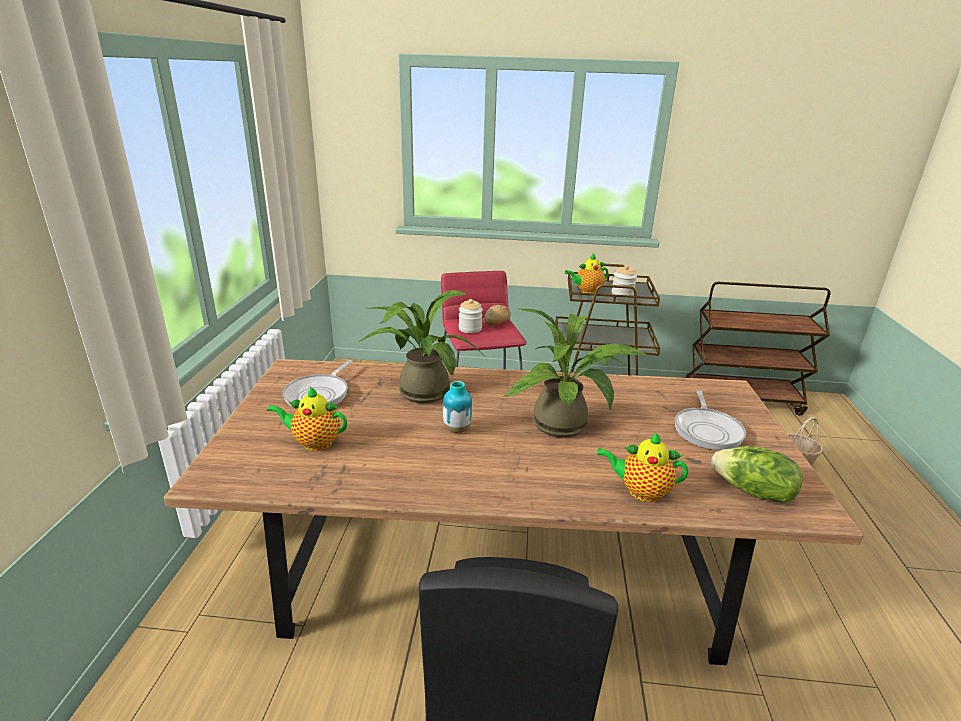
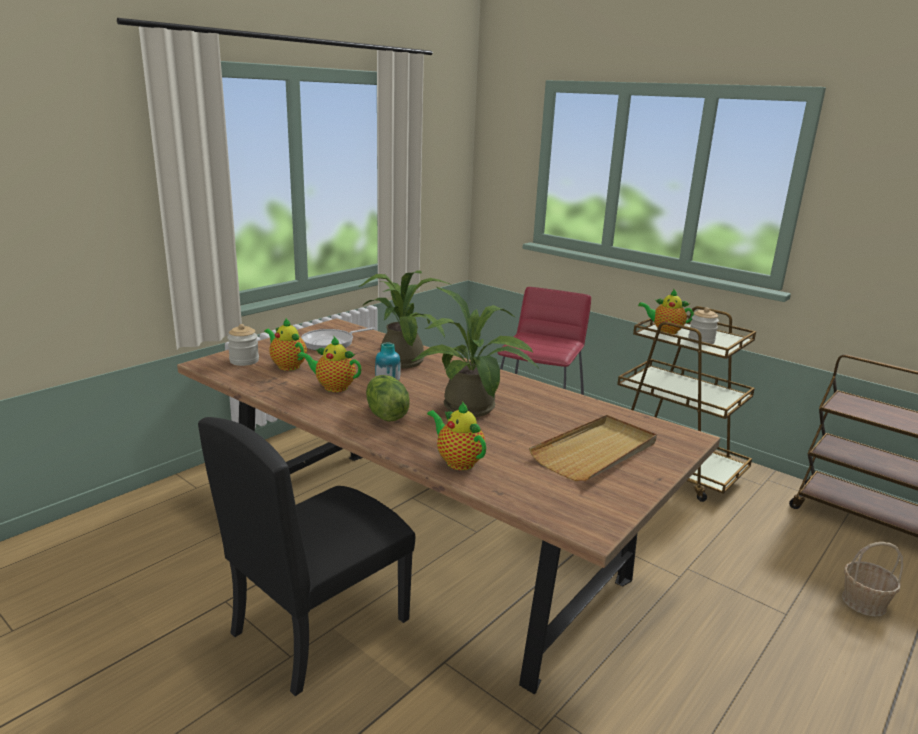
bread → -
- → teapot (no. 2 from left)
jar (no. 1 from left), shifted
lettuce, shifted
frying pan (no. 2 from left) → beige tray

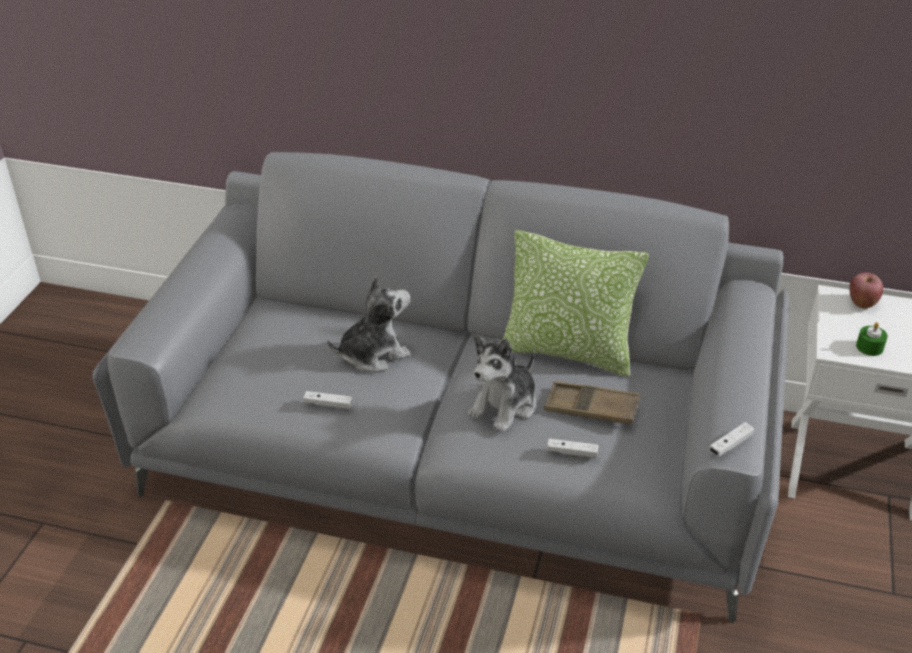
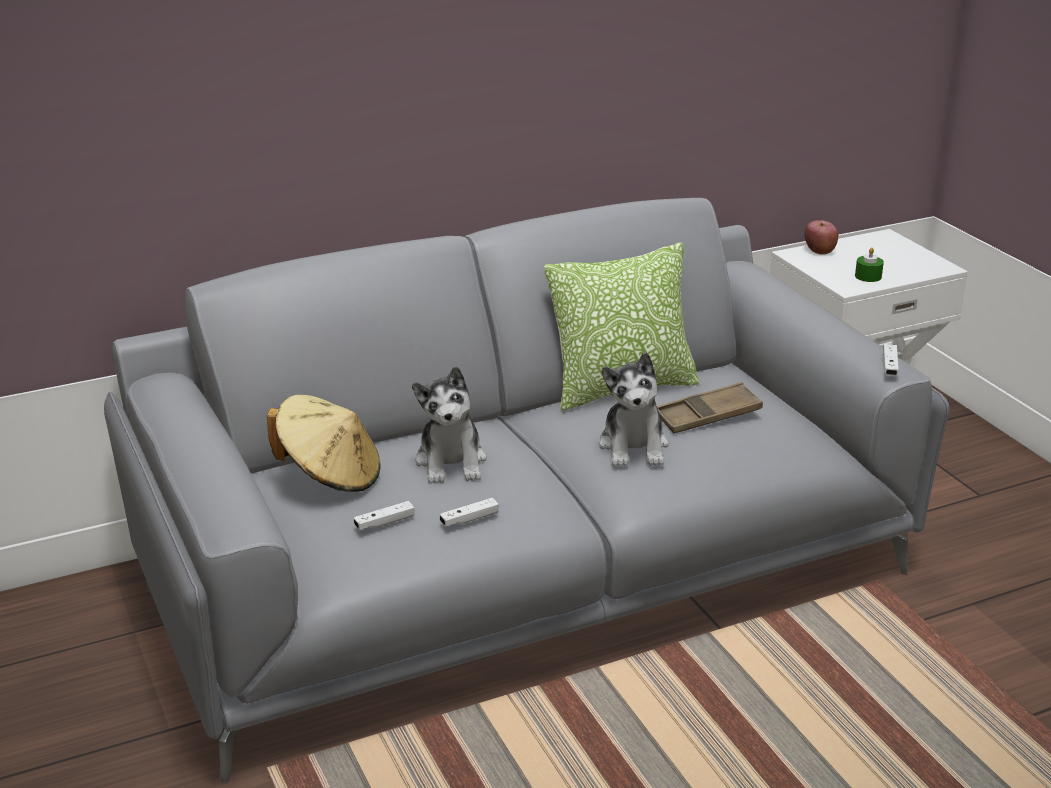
- → beige hat
white game controller (no. 2 from left in the first image) → white game controller (no. 1 from left), shifted
plush toy (no. 1 from left), 150 degrees clockwise

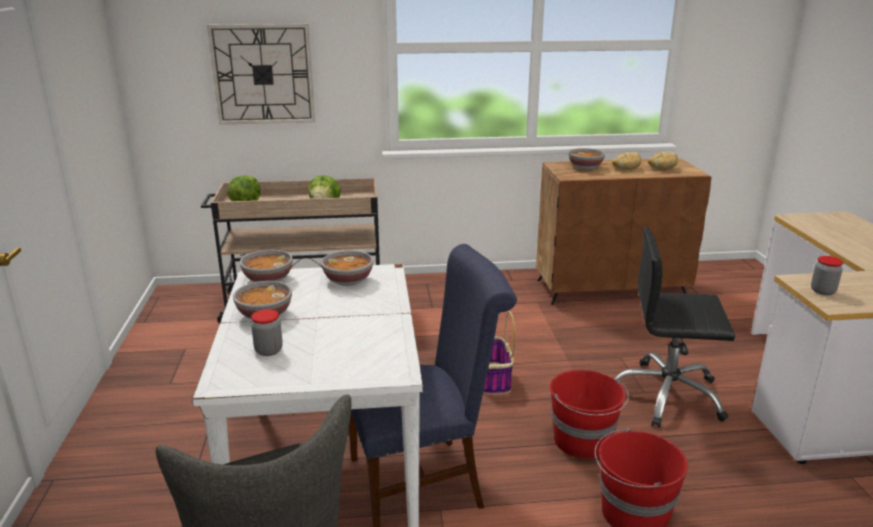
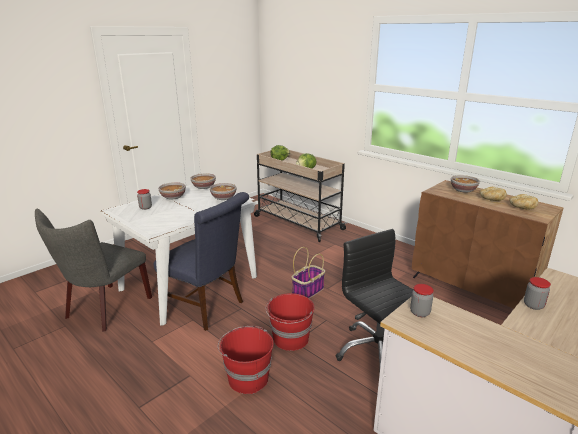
wall clock → -
- → jar (no. 3 from left)

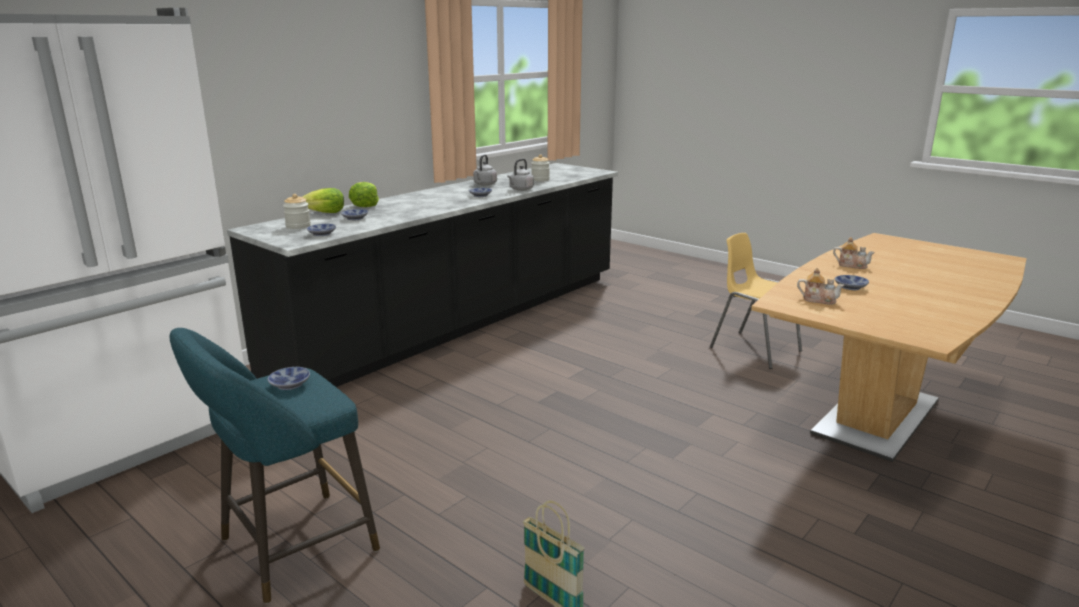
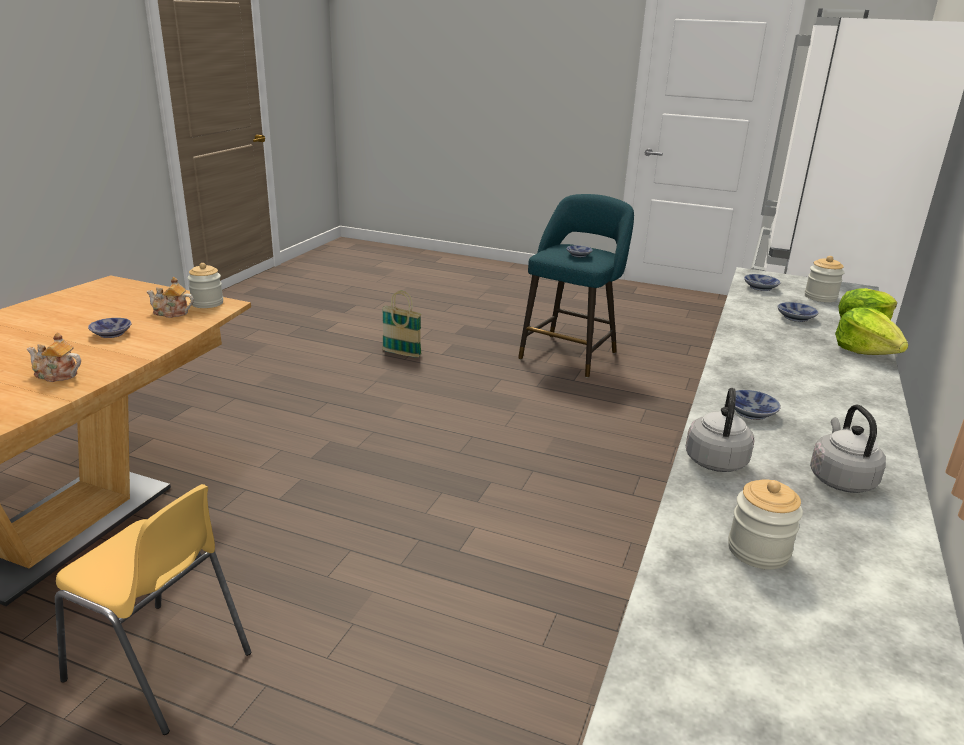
- → jar (no. 1 from left)

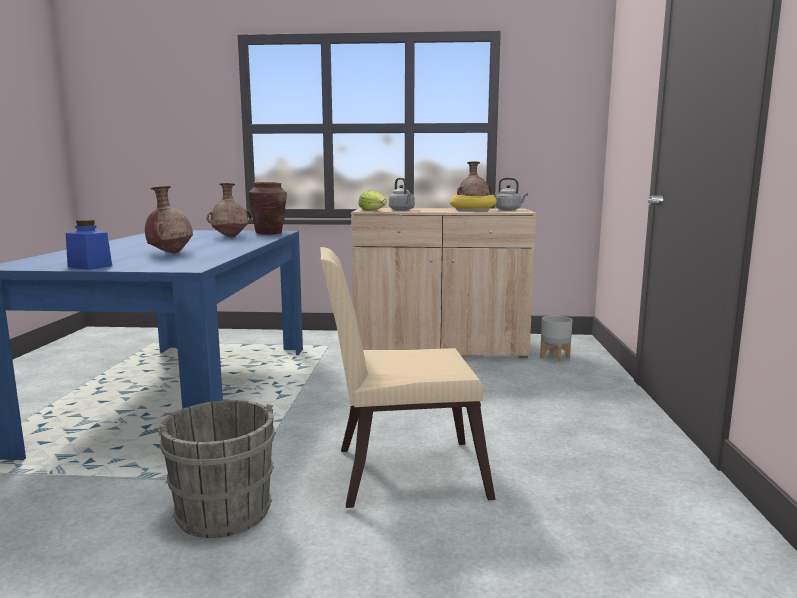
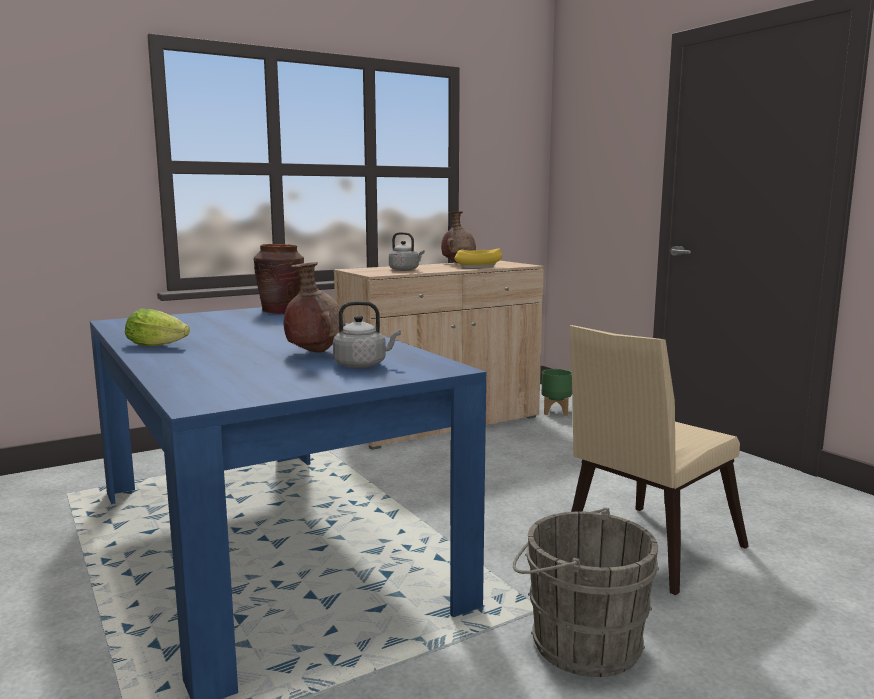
blue jar → -
brown vase (no. 2 from left) → -
lettuce, shifted
grey kettle (no. 2 from left in the first image) → grey kettle (no. 1 from left), shifted
grey planter → green planter

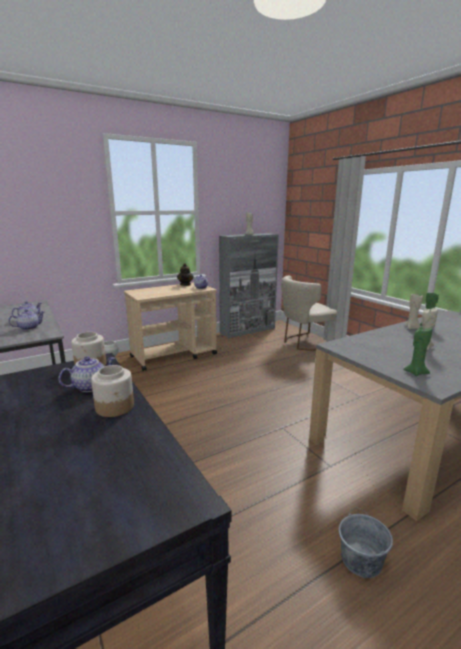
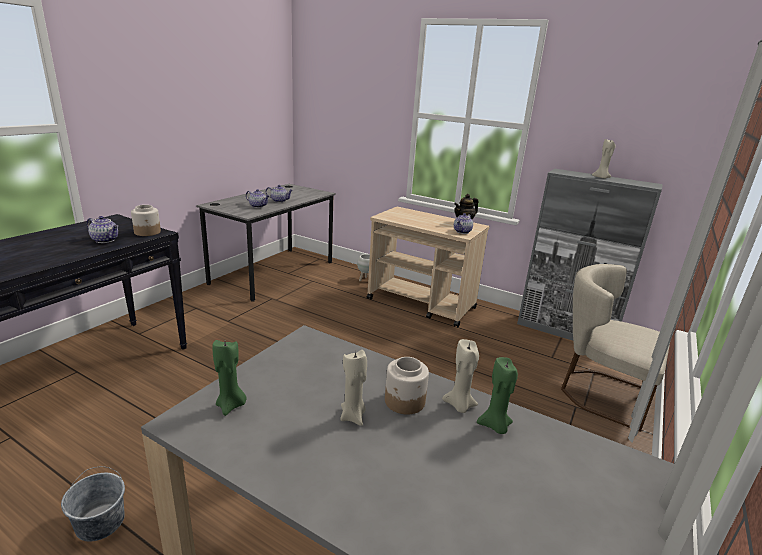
jar (no. 2 from left), shifted

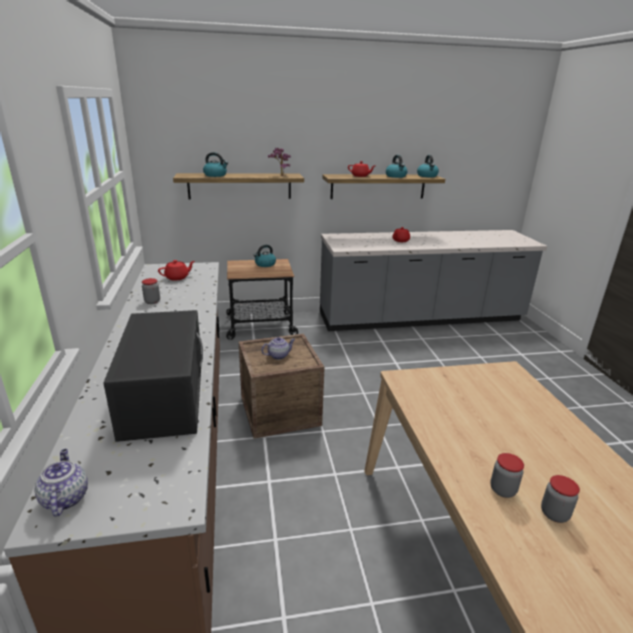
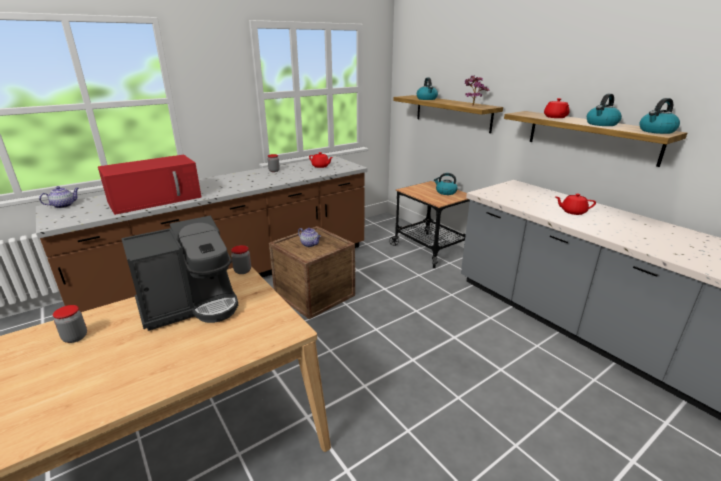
- → coffee machine
jar (no. 3 from left in the first image) → jar (no. 2 from left), shifted
black microwave → red microwave

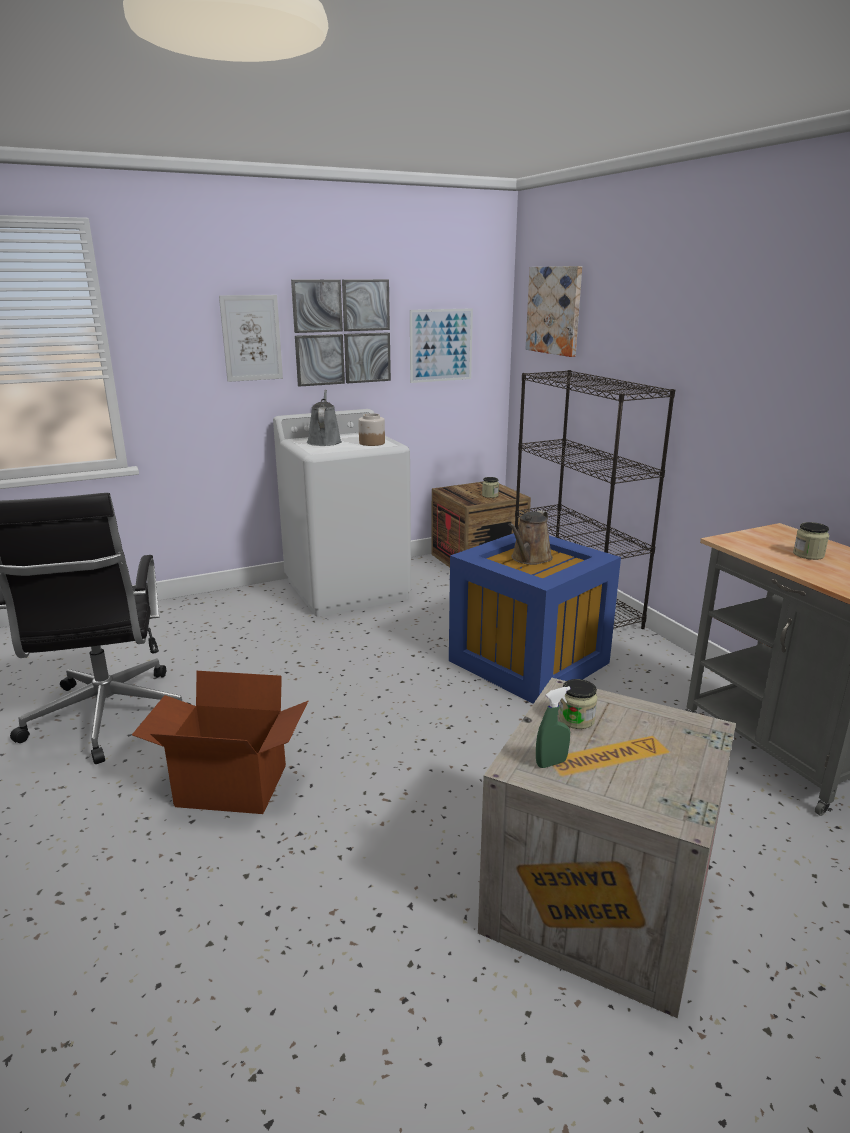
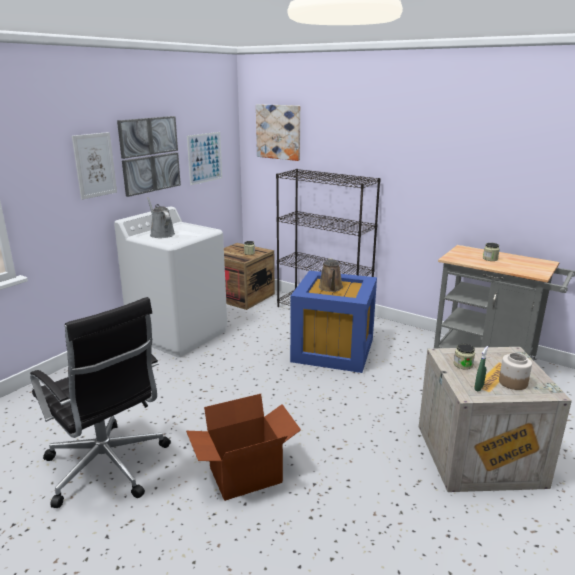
jar (no. 1 from left in the first image) → jar (no. 4 from left), shifted

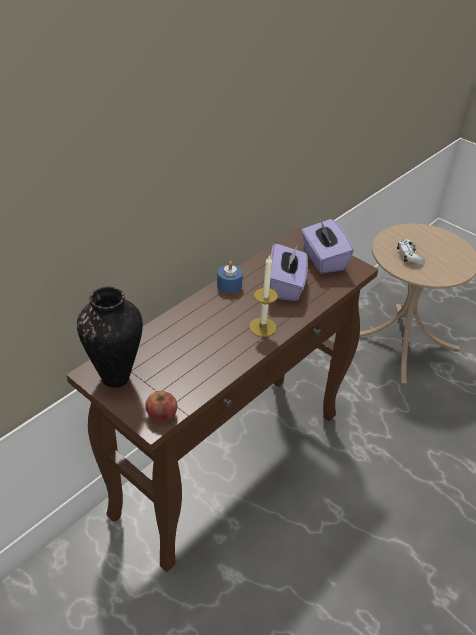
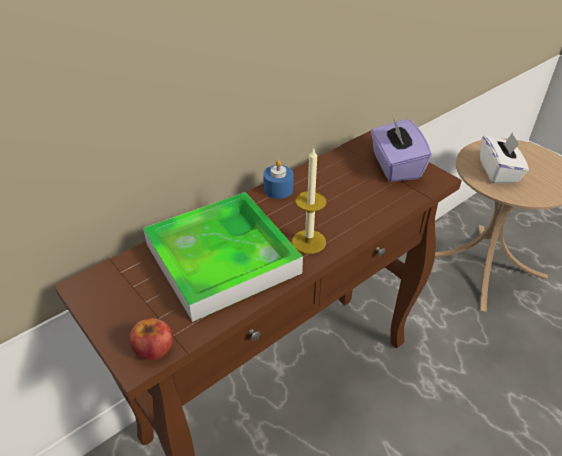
vase → -
purple tissue box (no. 1 from left) → -
- → tray
white game controller → white tissue box

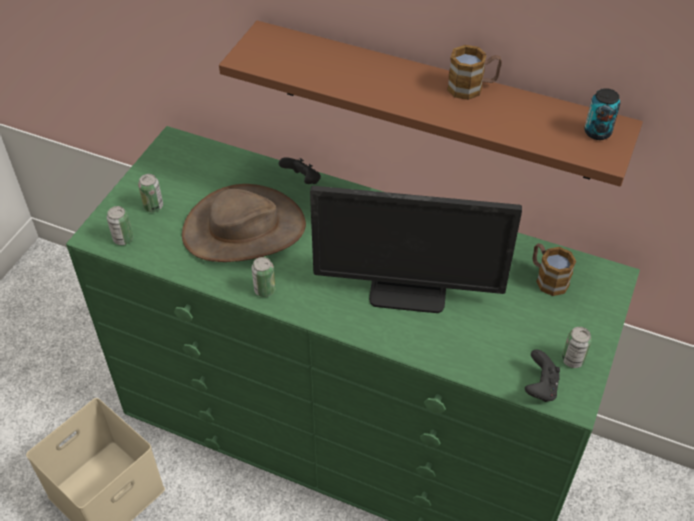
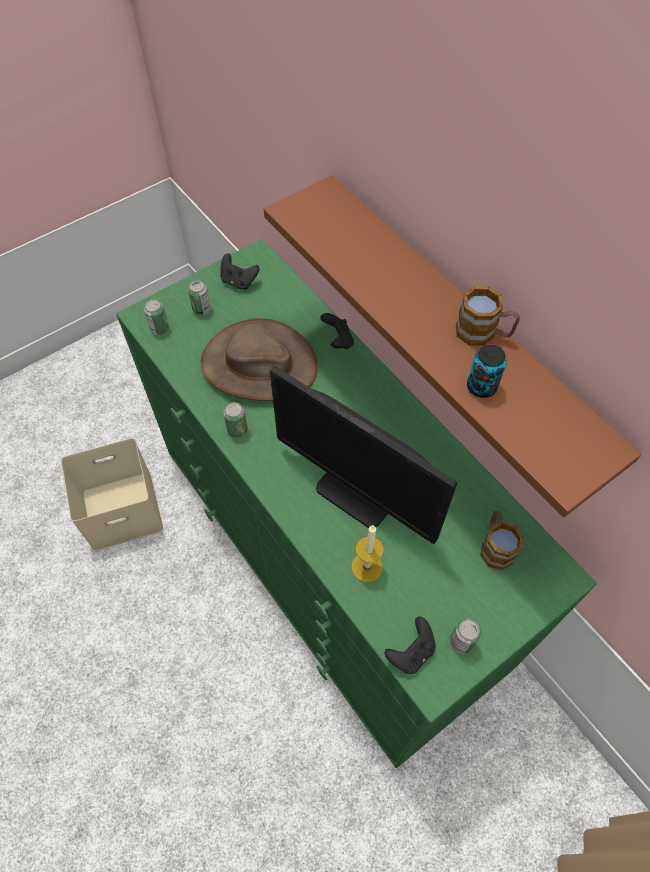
- → black game controller (no. 1 from left)
- → candle
can (no. 5 from left), shifted

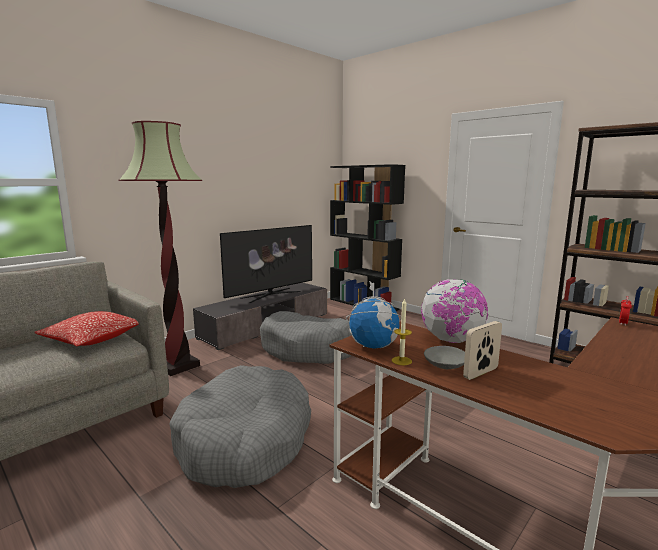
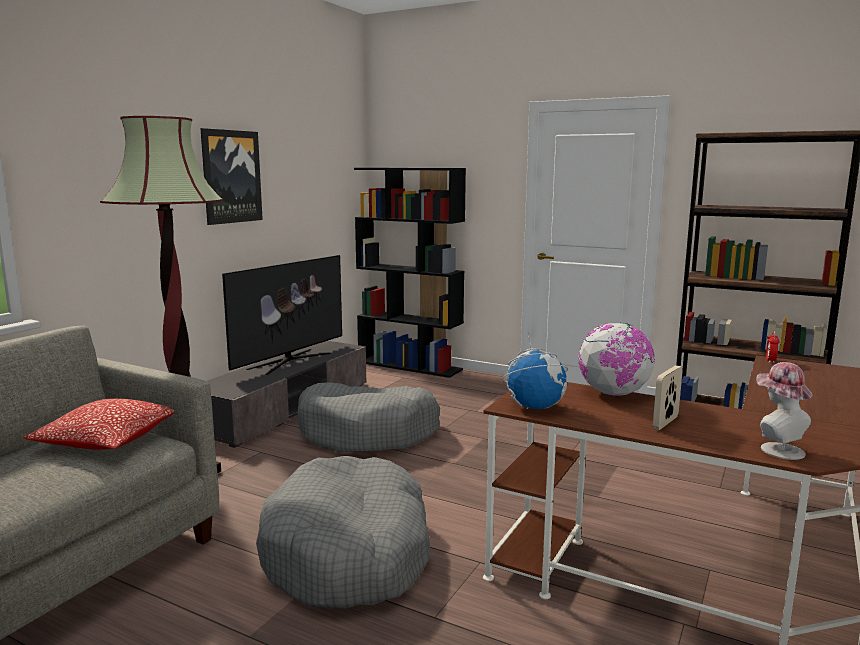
candle → -
grey bowl → -
- → picture
- → hat

